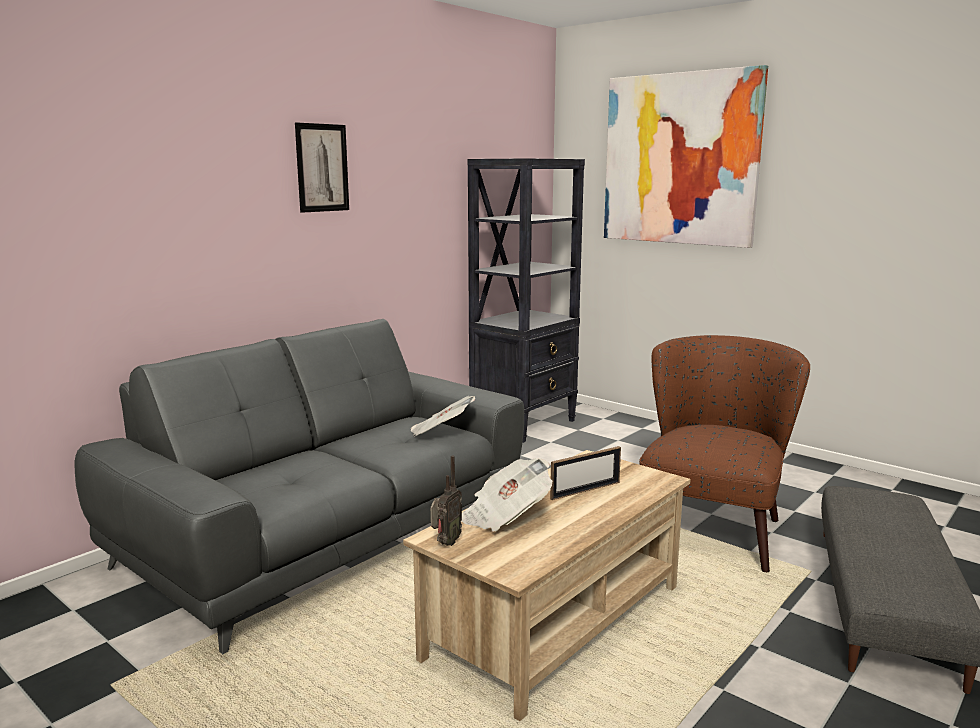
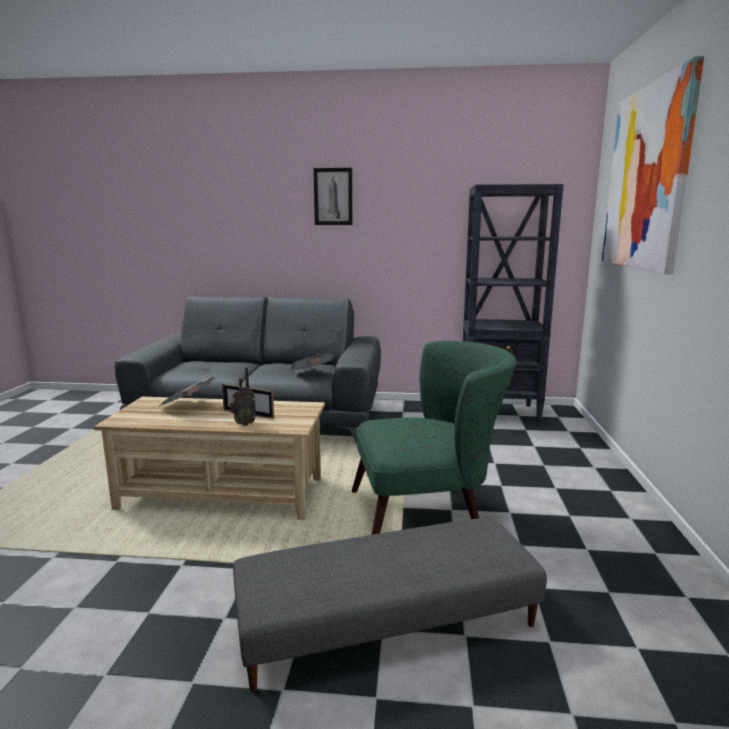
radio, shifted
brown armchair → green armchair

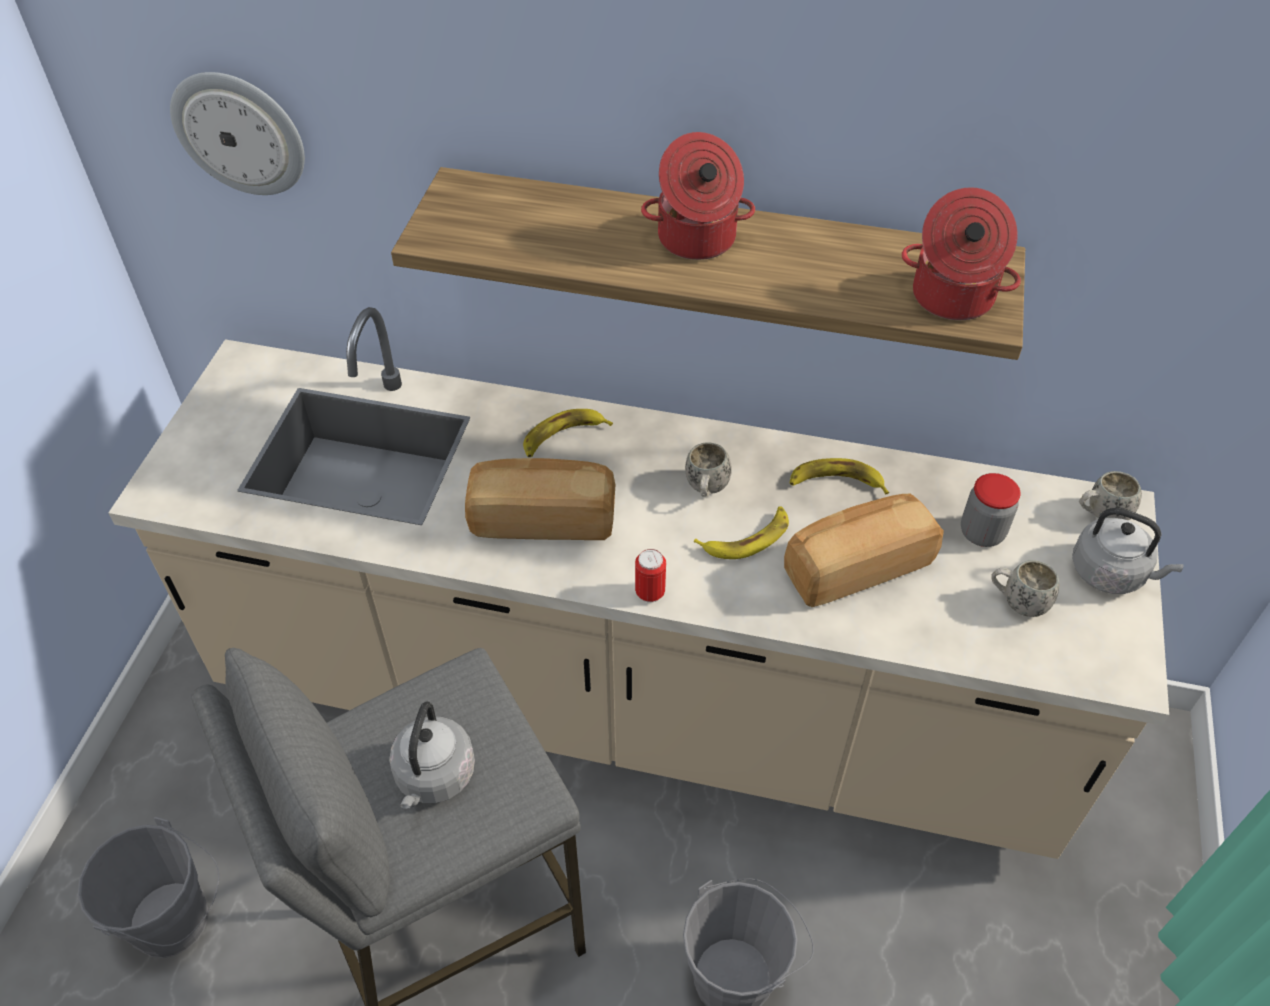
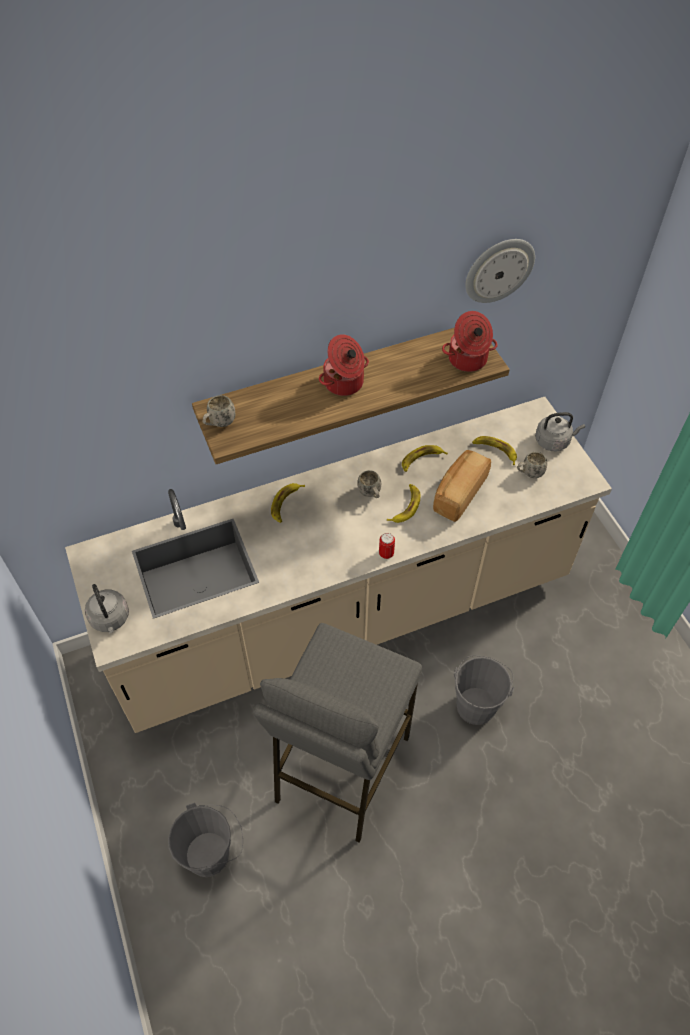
bread (no. 1 from left) → -
wall clock, shifted
grey kettle (no. 1 from left), shifted
white mug (no. 3 from left in the first image) → white mug (no. 1 from left), shifted
jar → banana (no. 4 from left)

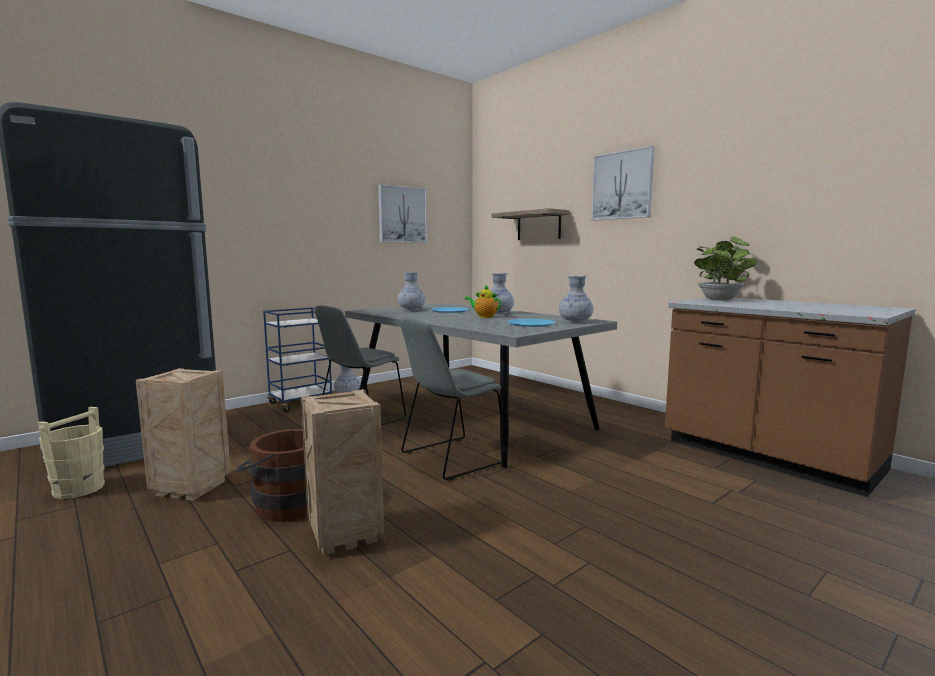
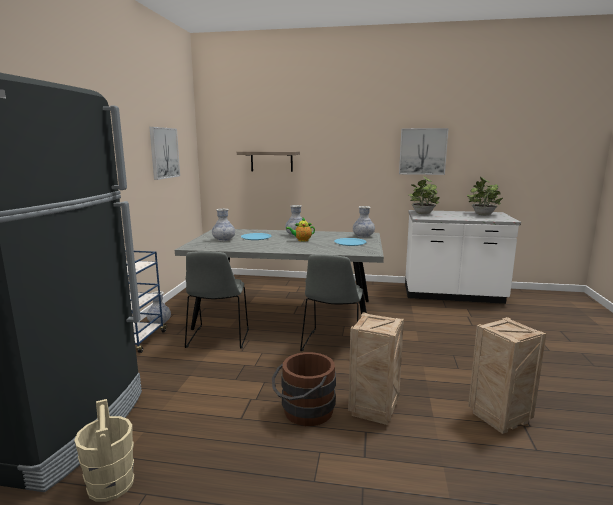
- → potted plant (no. 2 from left)
crate (no. 1 from left in the first image) → crate (no. 2 from left), shifted
picture (no. 2 from left), shifted
brown counter → white counter

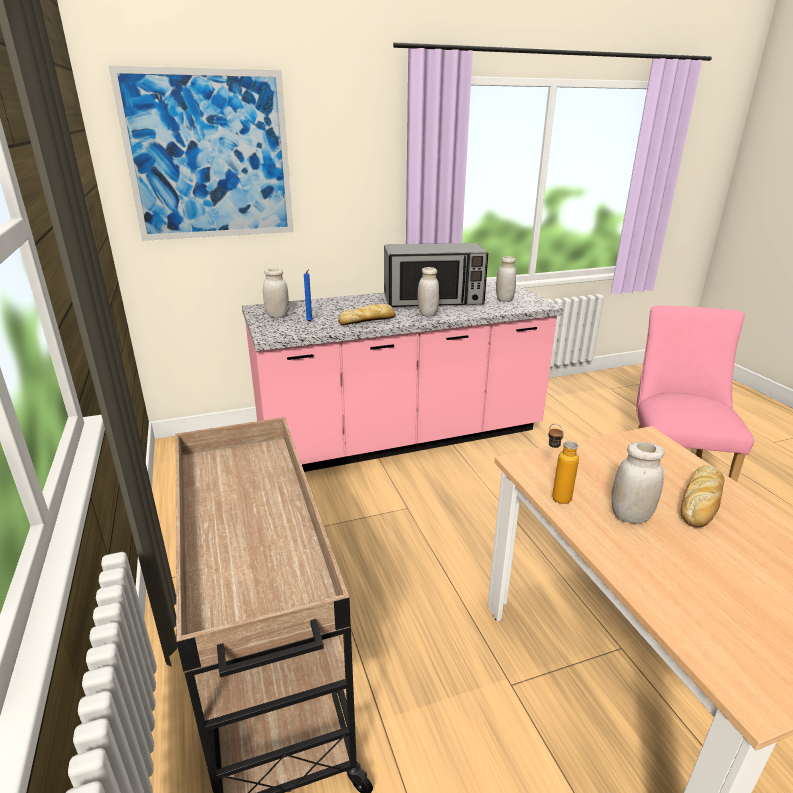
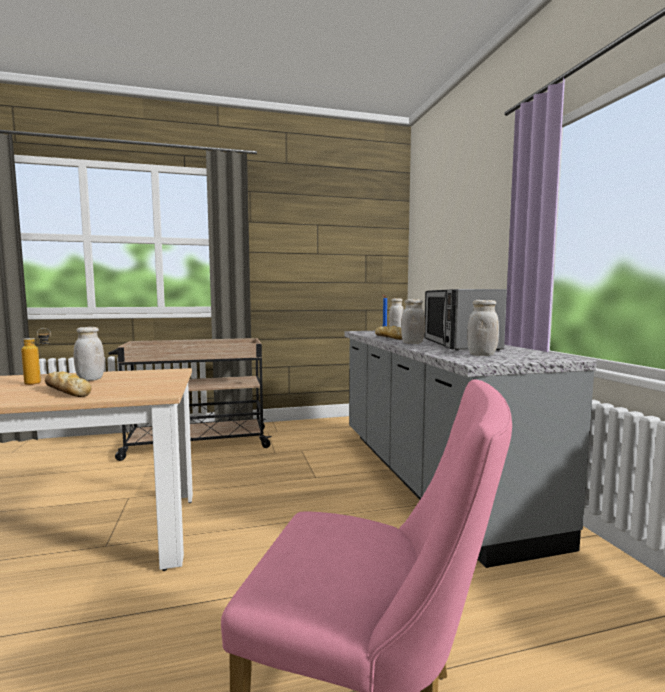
picture → -
bottle, shifted
pink counter → grey counter

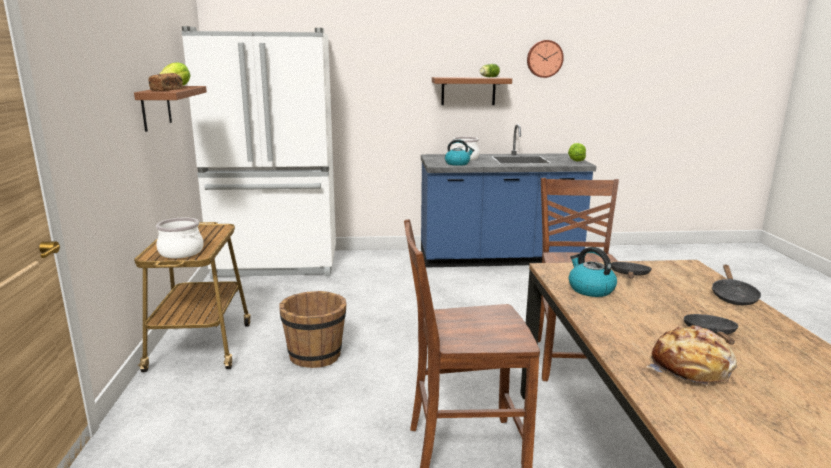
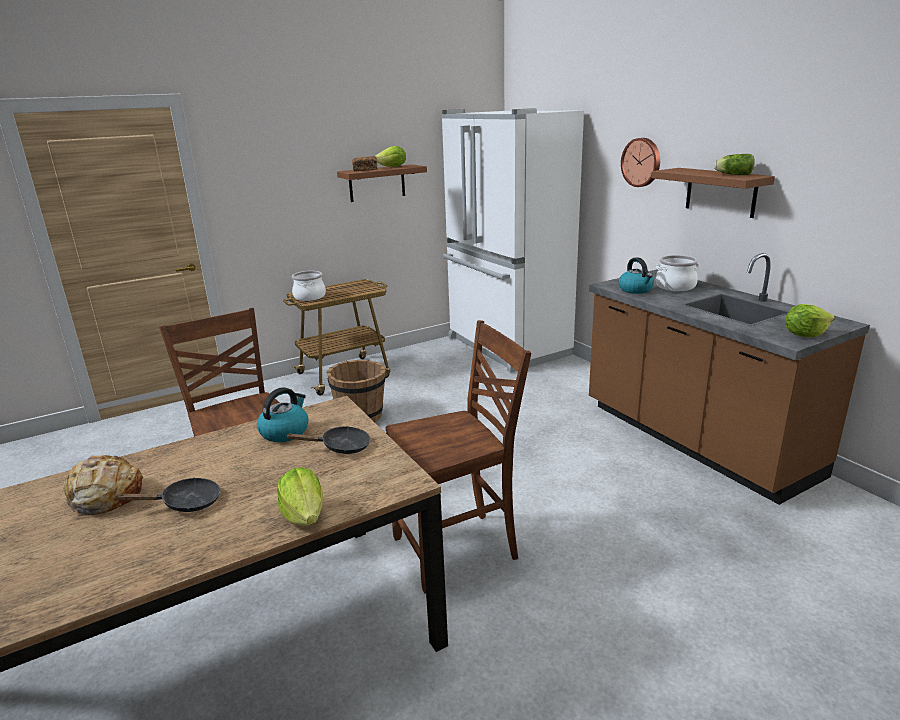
wall clock, shifted
black frying pan (no. 3 from left) → lettuce (no. 1 from left)
blue counter → brown counter

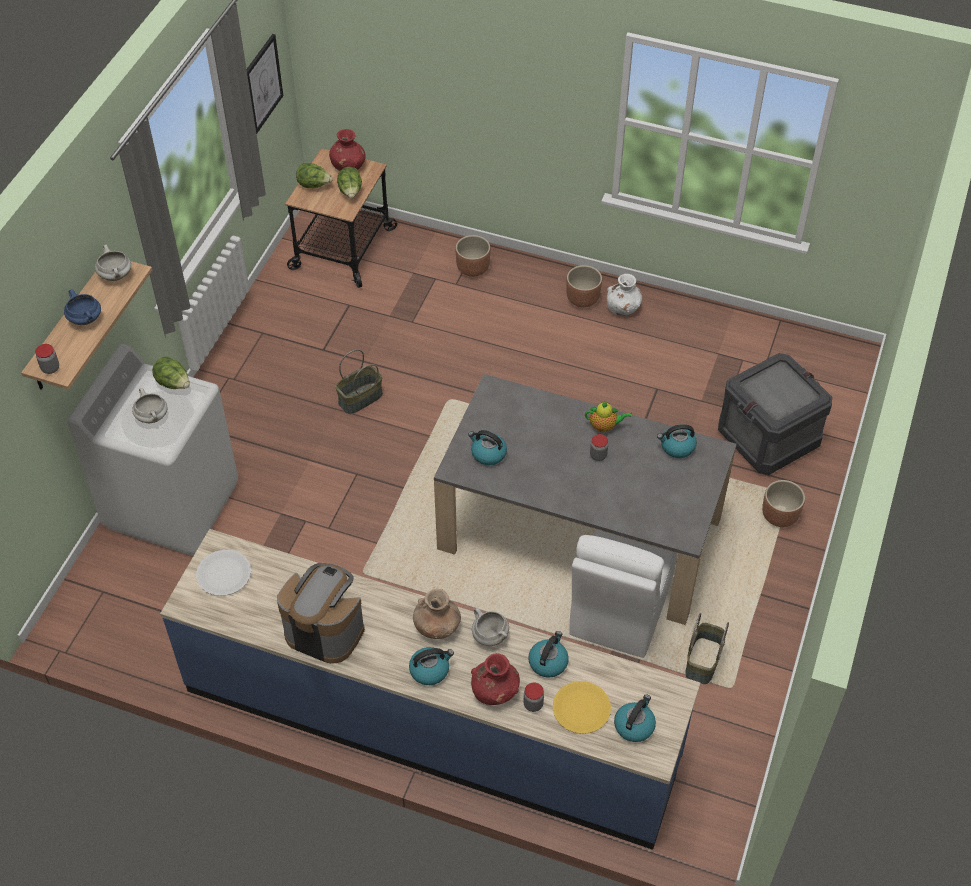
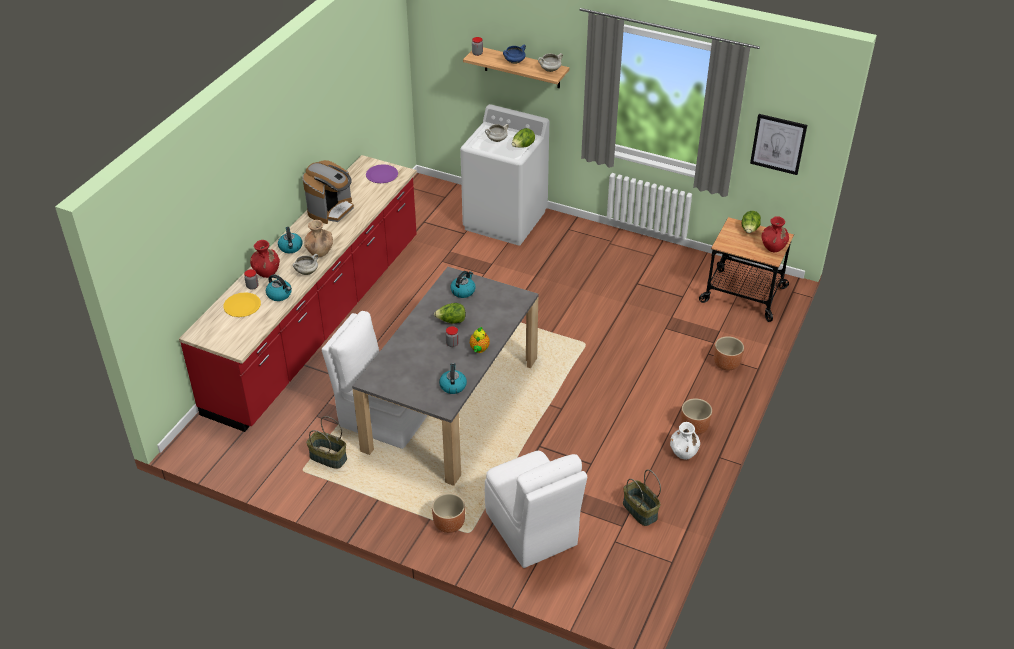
kettle (no. 4 from left) → -
basket (no. 1 from left in the first image) → basket (no. 2 from left), shifted
lettuce (no. 3 from left in the first image) → lettuce (no. 1 from left), shifted
crate → white chair (no. 2 from left)
blue counter → red counter
white plate → purple plate

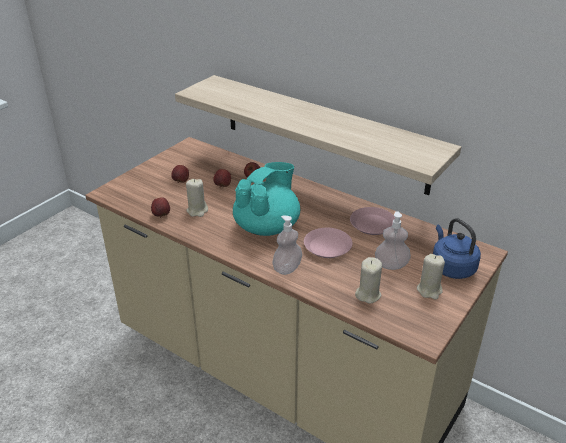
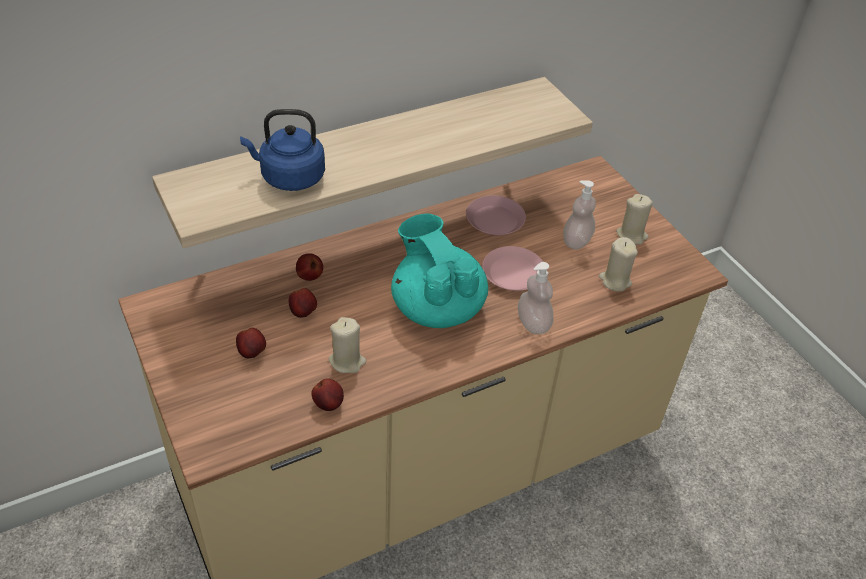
blue kettle, shifted

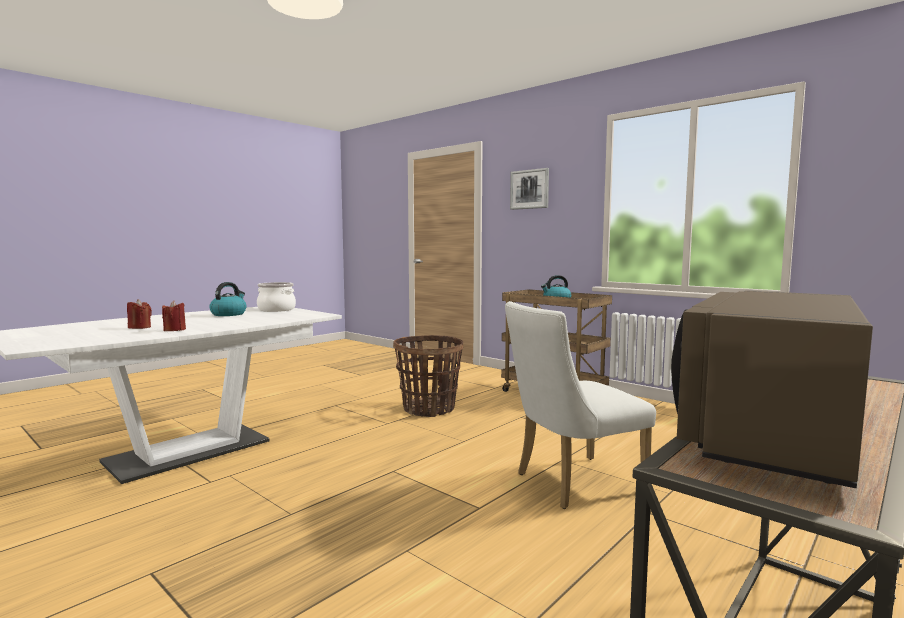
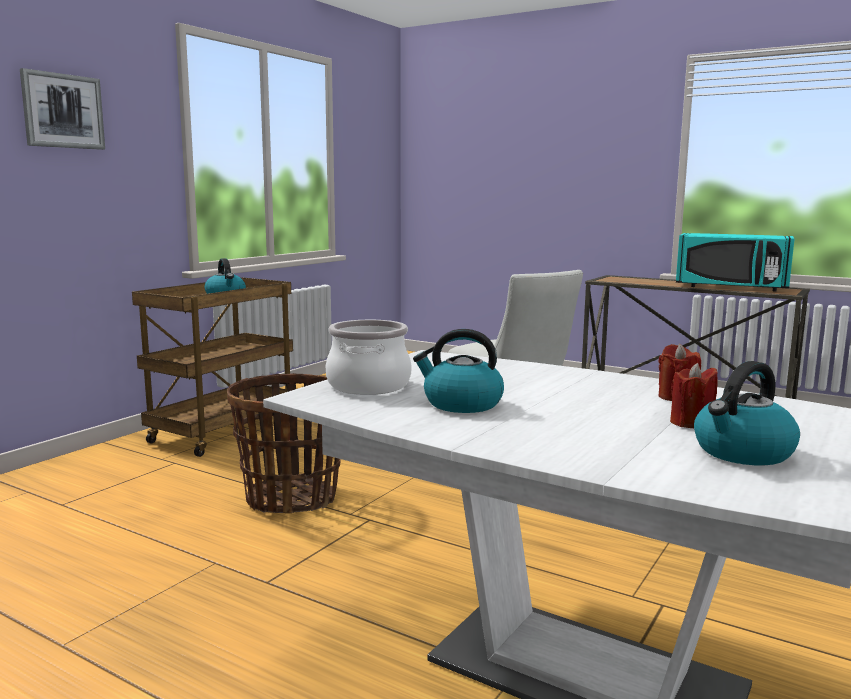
- → kettle (no. 3 from left)
brown microwave → turquoise microwave

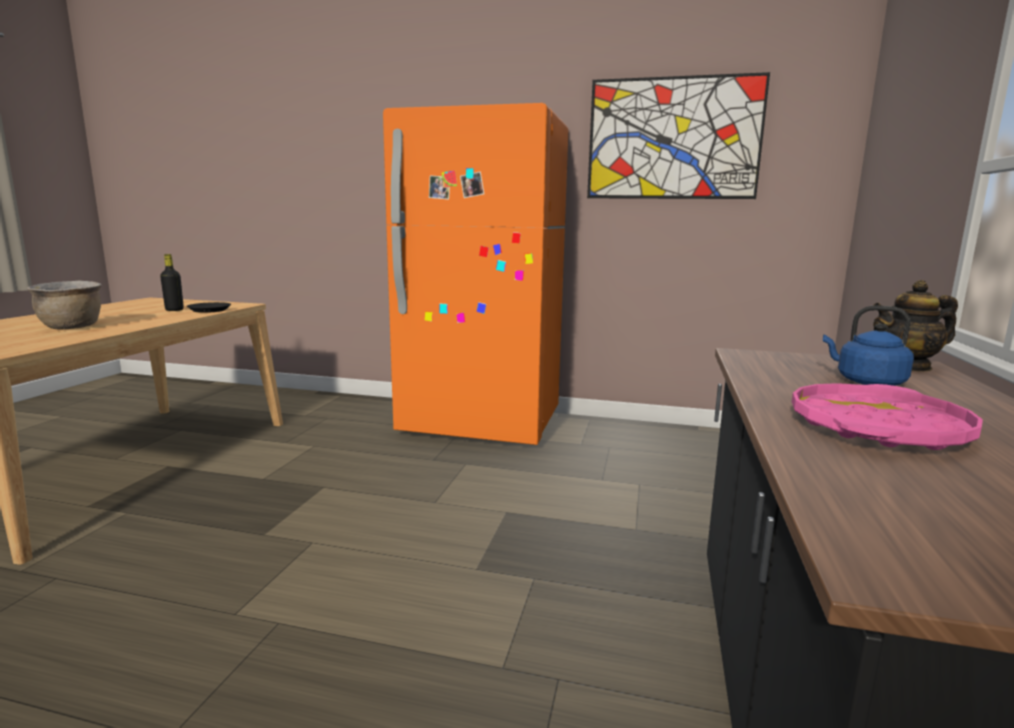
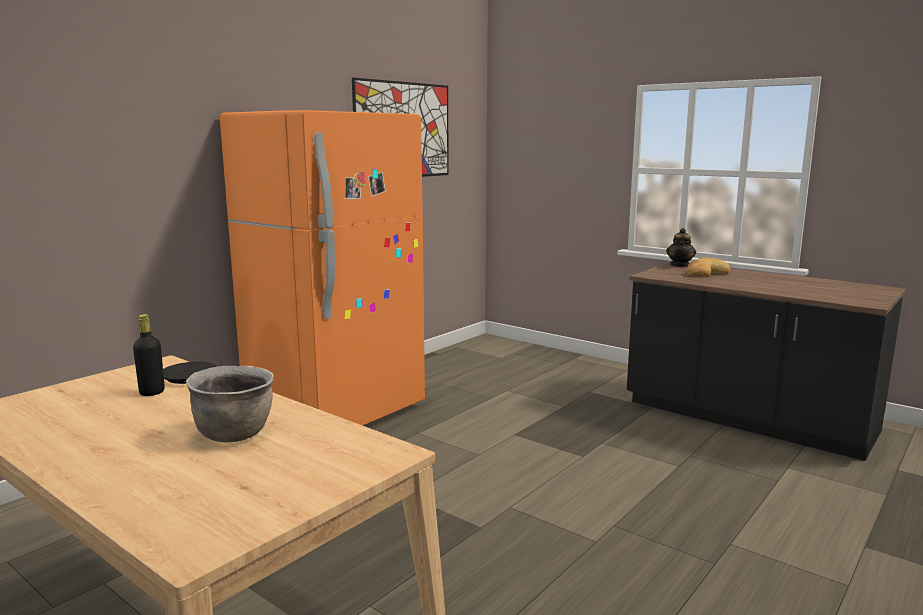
pink tray → -
blue kettle → bread

